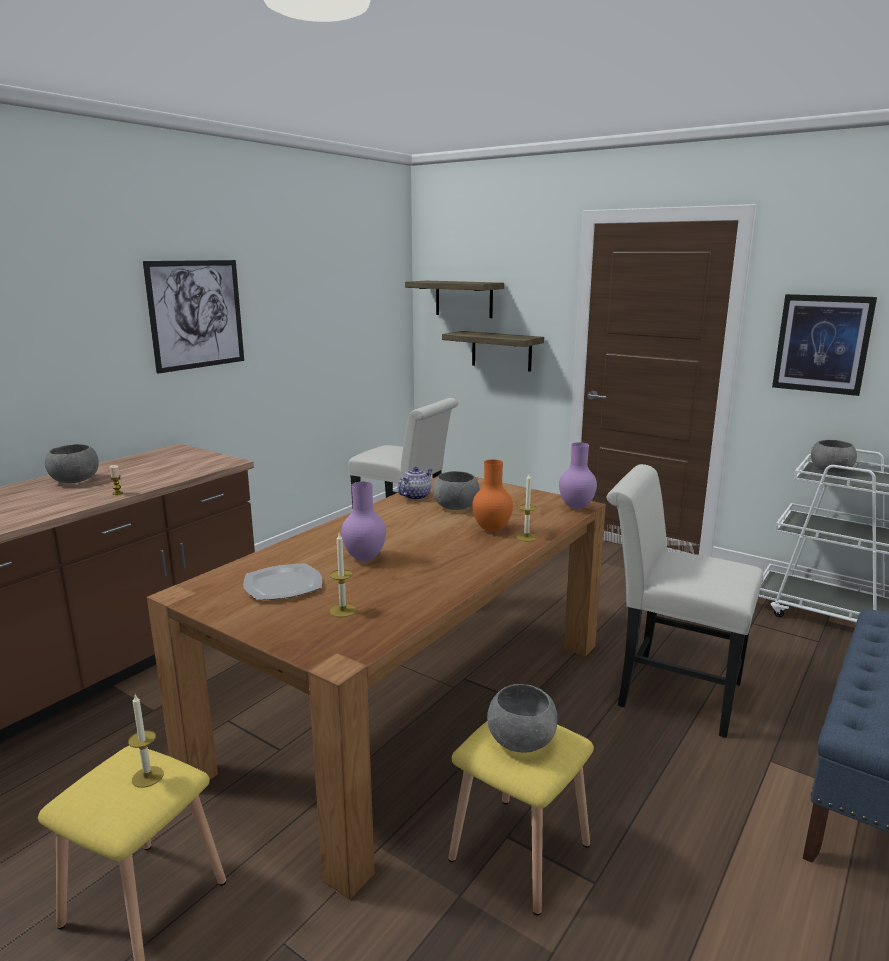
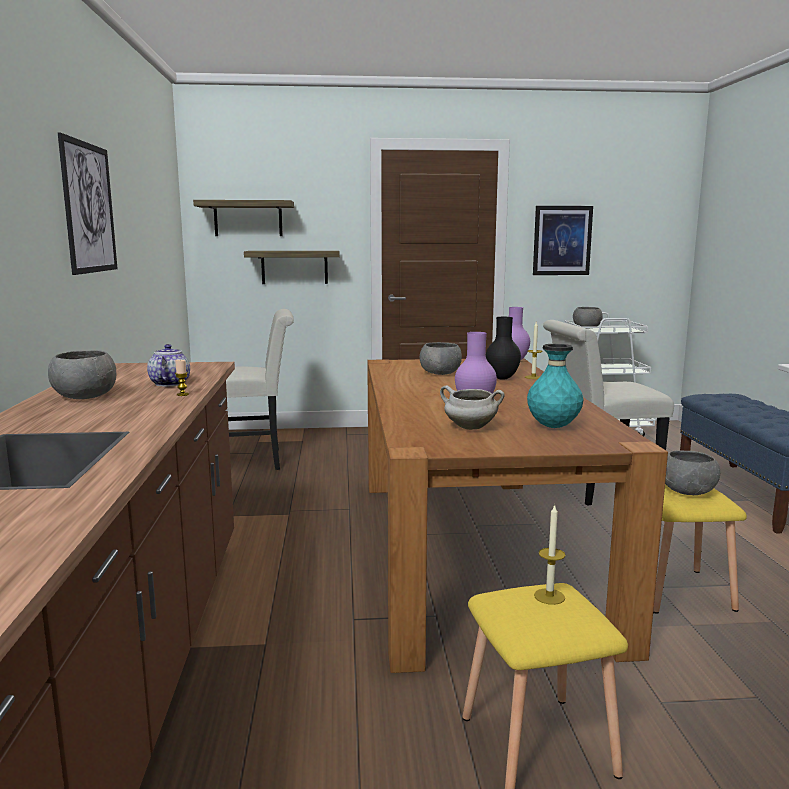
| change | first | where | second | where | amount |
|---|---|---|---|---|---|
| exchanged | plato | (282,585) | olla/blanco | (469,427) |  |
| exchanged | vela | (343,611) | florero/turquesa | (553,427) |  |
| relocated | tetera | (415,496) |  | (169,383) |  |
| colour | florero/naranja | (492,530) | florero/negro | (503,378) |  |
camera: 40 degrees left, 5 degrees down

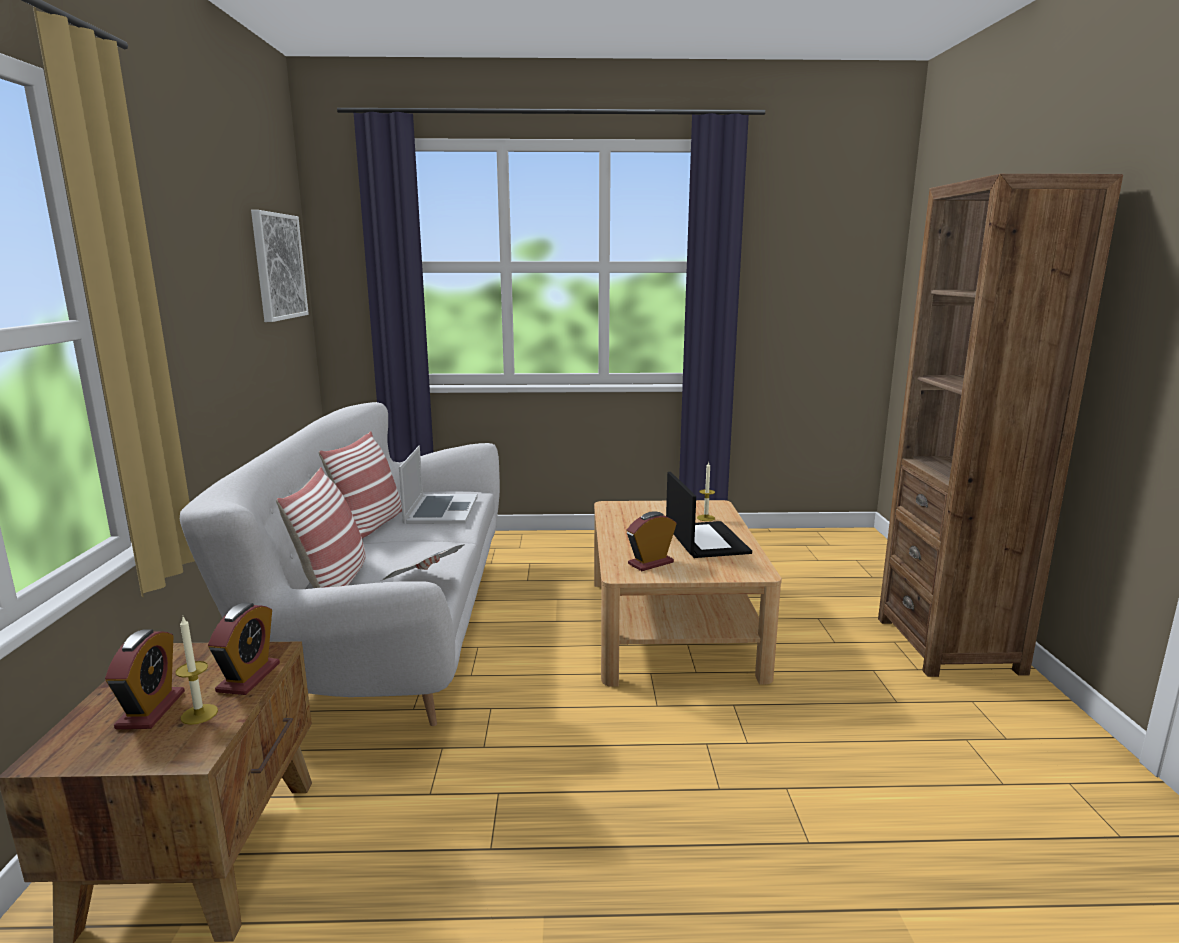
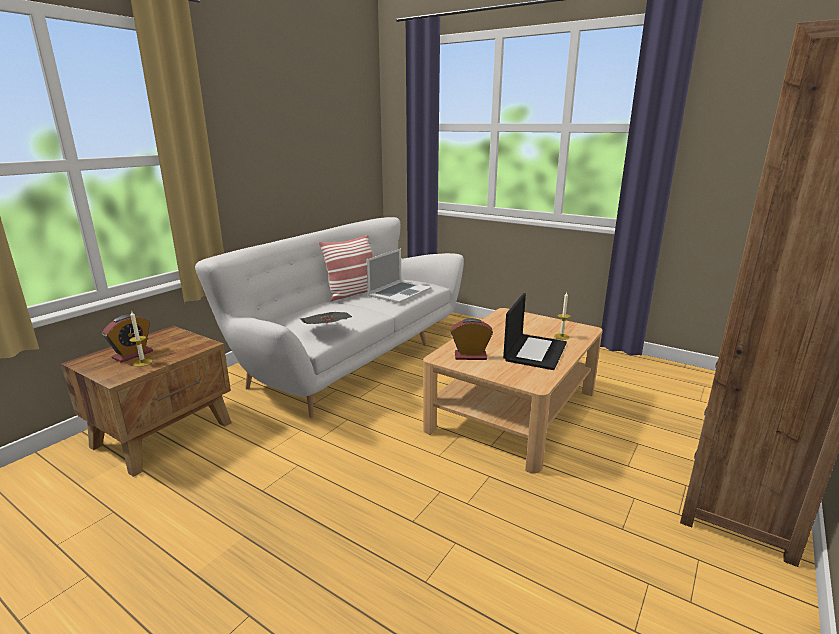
| change | first | where | second | where | amount |
|---|---|---|---|---|---|
| missing | despertador | (248,677) |  |  |  |
| missing | cuadro | (278,266) |  |  |  |
| missing | cojín | (334,582) |  |  |  |
camera: 35 degrees right, 5 degrees up

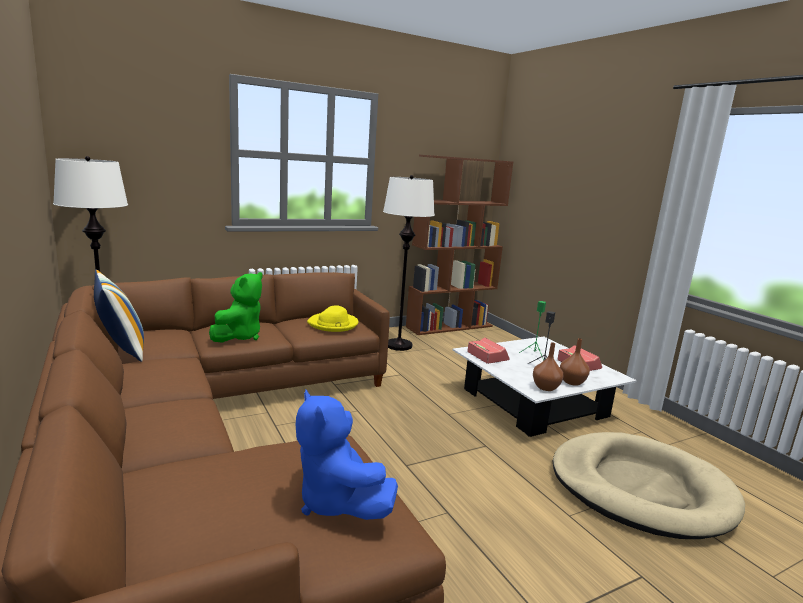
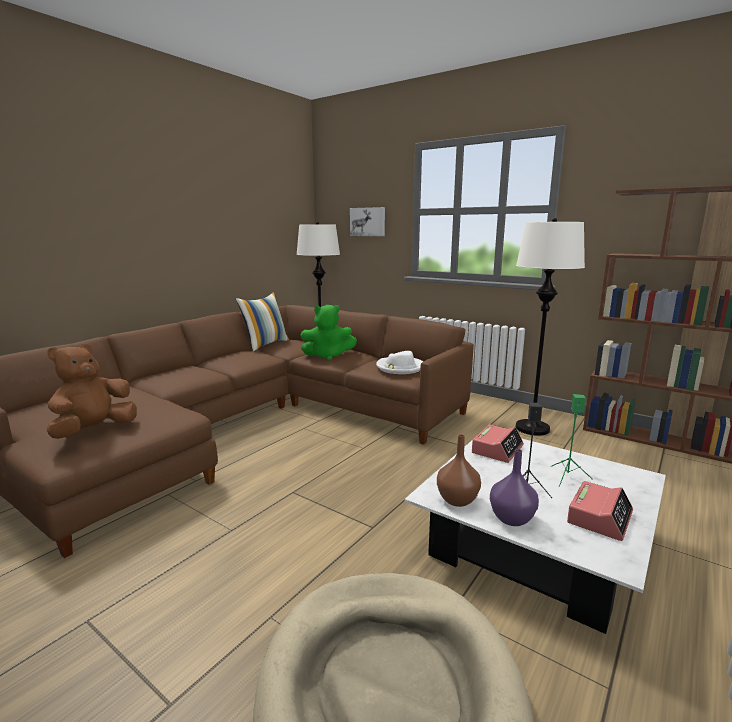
| change | first | where | second | where | amount |
|---|---|---|---|---|---|
| colour | peluche/azul | (337,502) | peluche/marrón | (94,430) |  |
| colour | sombrero/amarillo | (333,324) | sombrero/blanco | (399,367) |  |
| colour | florero/marrón | (572,382) | florero/morado | (512,518) |  |
| appeared |  |  | cuadro | (368,222) |  |
camera: 65 degrees right, 0 degrees up

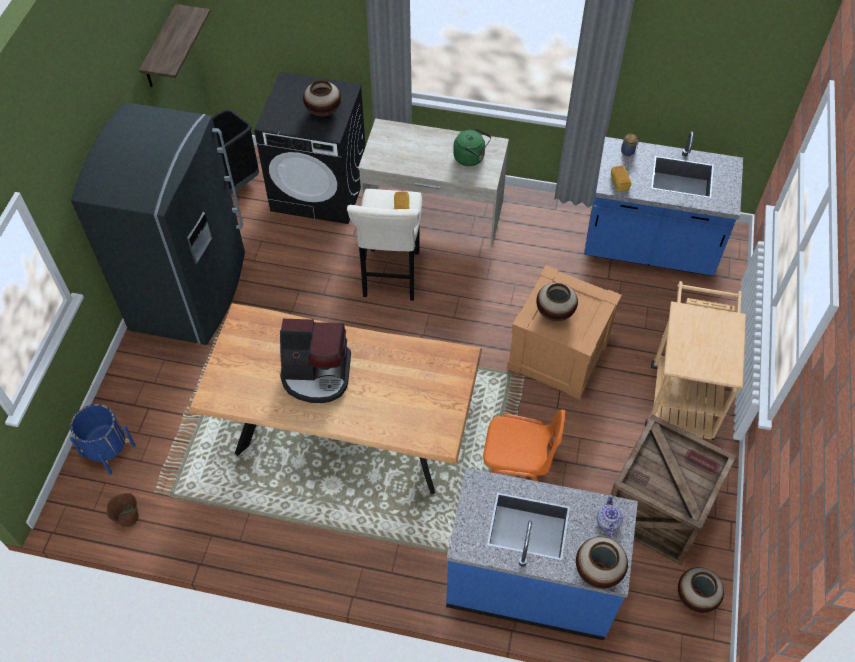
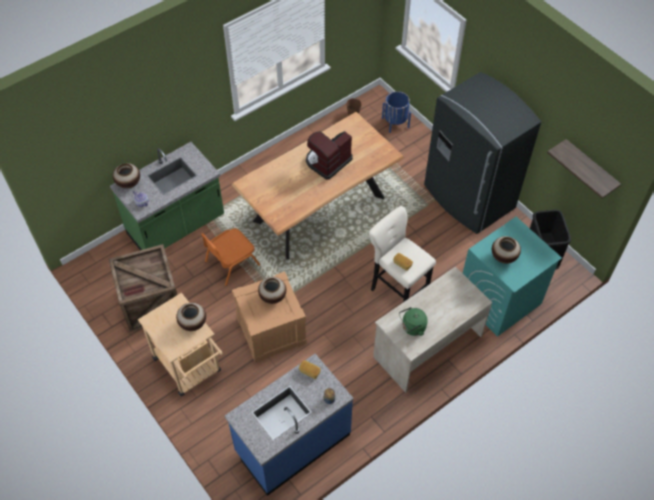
| change | first | where | second | where | amount |
|---|---|---|---|---|---|
| colour | lavadora/negro | (320,189) | lavadora/turquesa | (499,300) |  |
| colour | mueble bajo de cocina/azul | (530,581) | mueble bajo de cocina/verde | (176,226) |  |
| relocated | florero | (695,597) |  | (193,323) |  |
camera: 130 degrees right, 0 degrees up

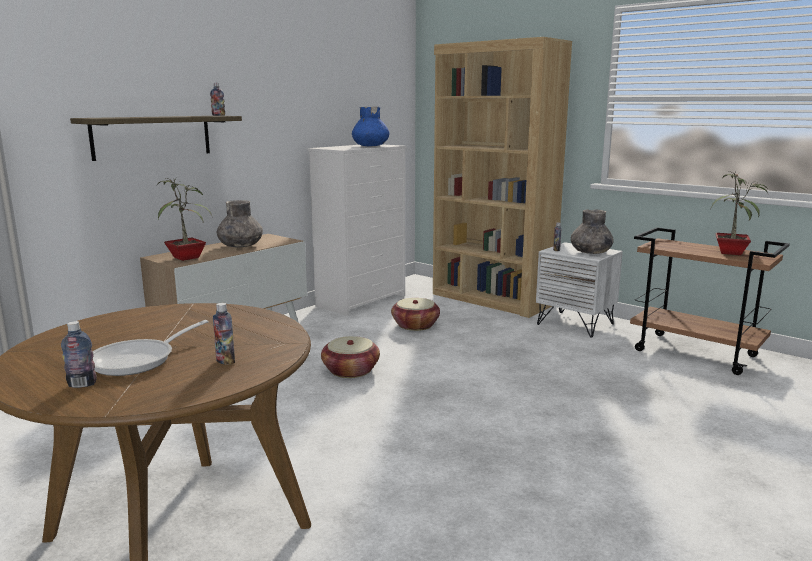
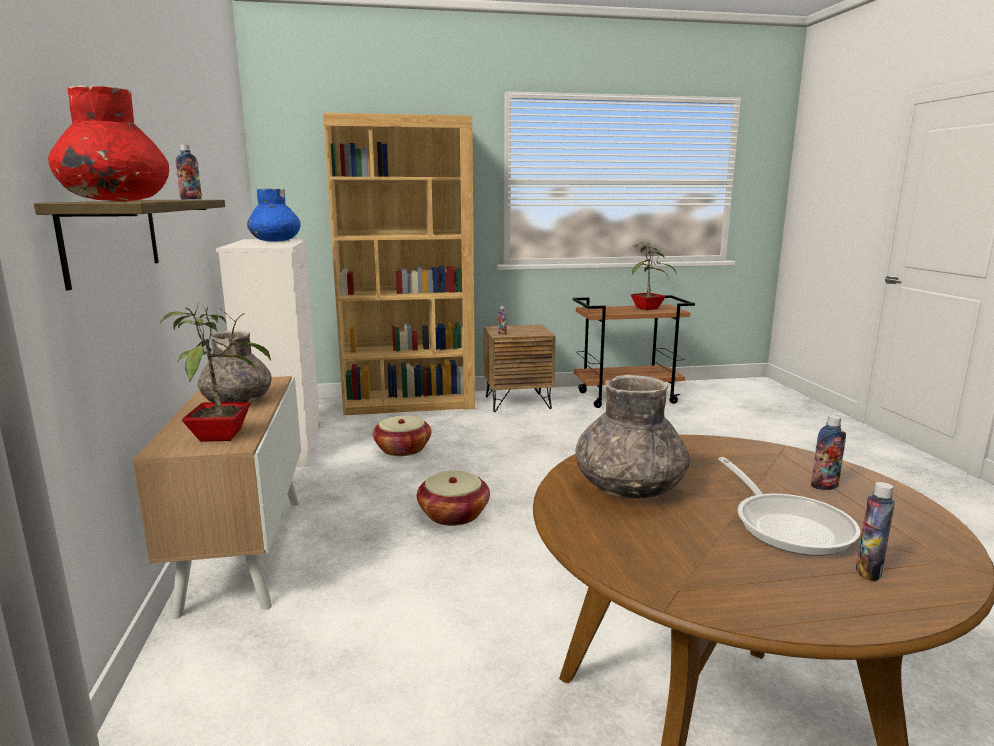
| change | first | where | second | where | amount |
|---|---|---|---|---|---|
| colour | mesita de noche/blanco | (575,324) | mesita de noche/marrón | (517,402) |  |
| relocated | florero/gris | (590,252) |  | (629,489) |  |
| appeared |  |  | florero/rojo | (116,201) |  |
camera: 50 degrees left, 0 degrees up

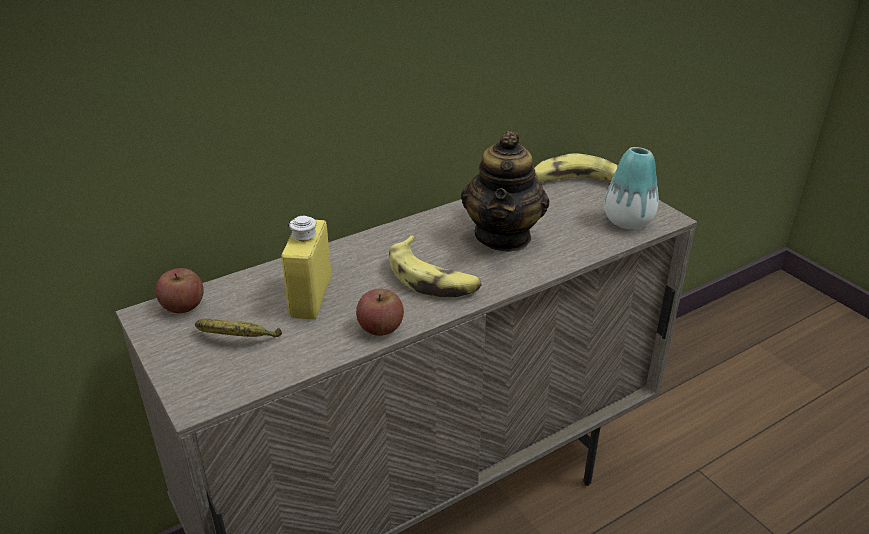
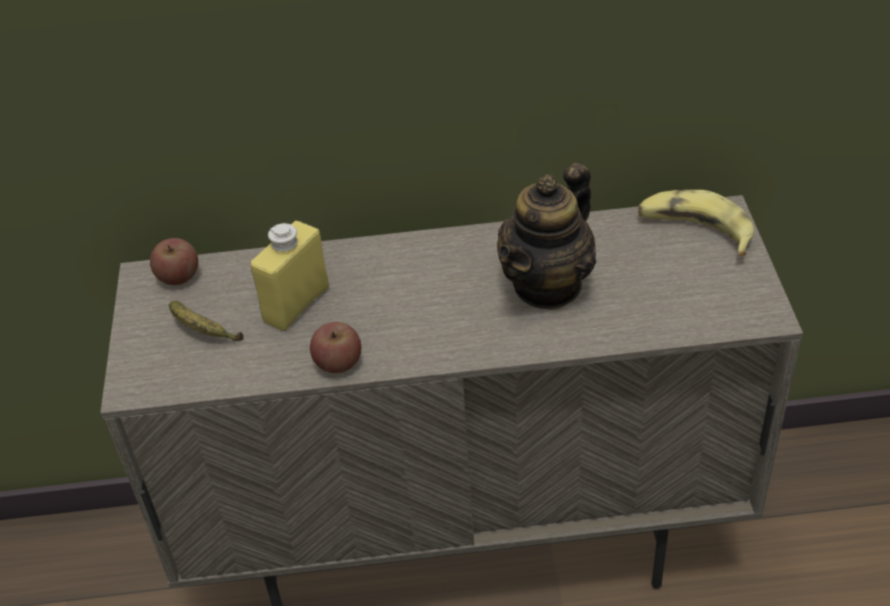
| change | first | where | second | where | amount |
|---|---|---|---|---|---|
| missing | plátano | (433,278) |  |  |  |
| missing | florero | (628,221) |  |  |  |
camera: 30 degrees right, 10 degrees up

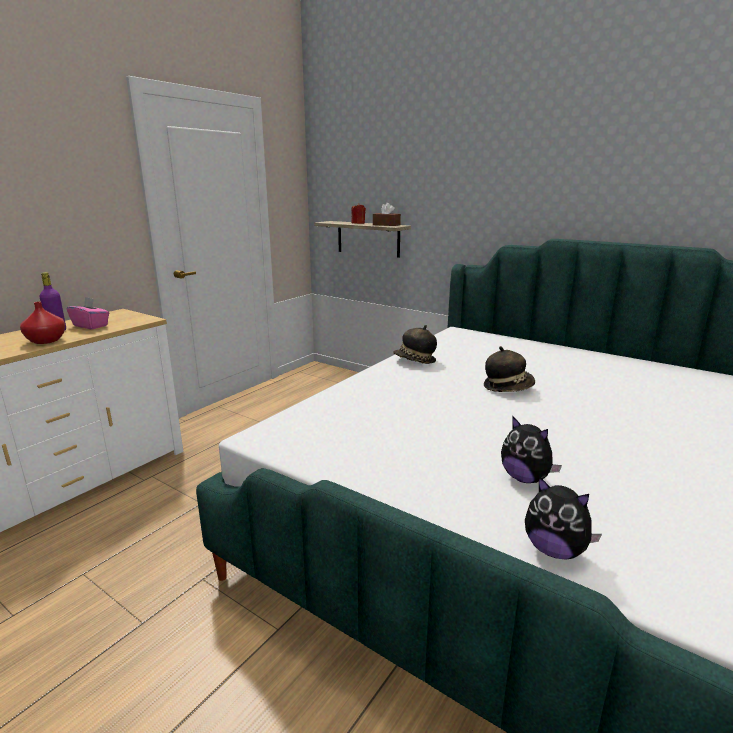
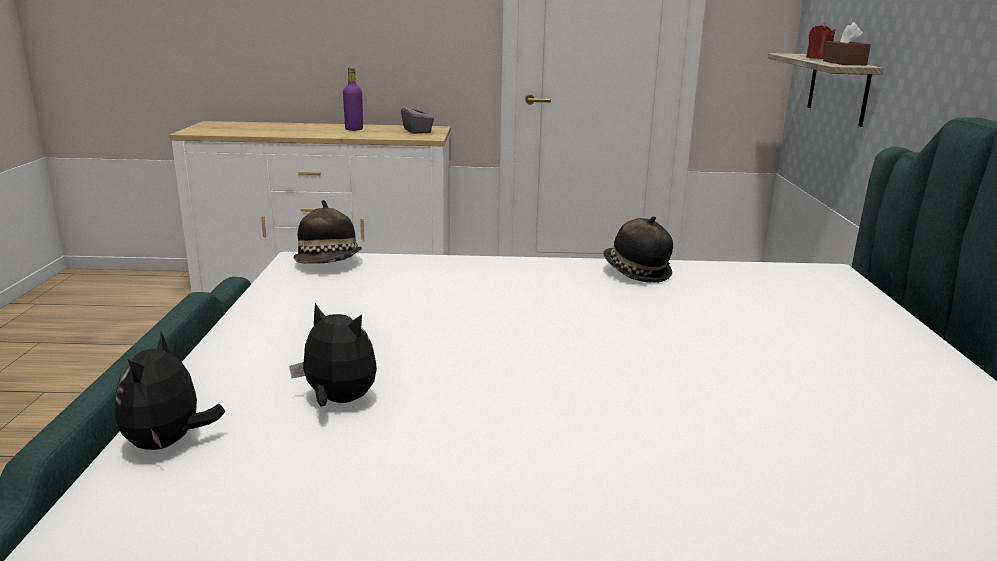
| change | first | where | second | where | amount |
|---|---|---|---|---|---|
| missing | florero/rojo | (47,341) |  |  |  |
| missing | caja de pañuelos/rosa | (91,326) |  |  |  |
| relocated | sombrero | (507,387) |  | (329,263) |  |
| spun | peluche | (525,478) |  | (338,401) | 105 degrees clockwise |
| appeared |  |  | caja de pañuelos/gris | (417,131) |  |
camera: 55 degrees right, 0 degrees up

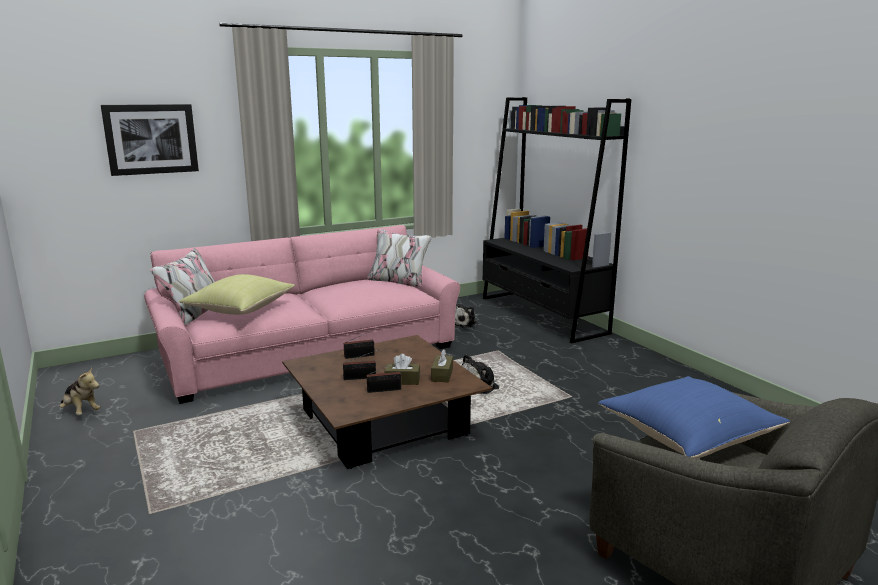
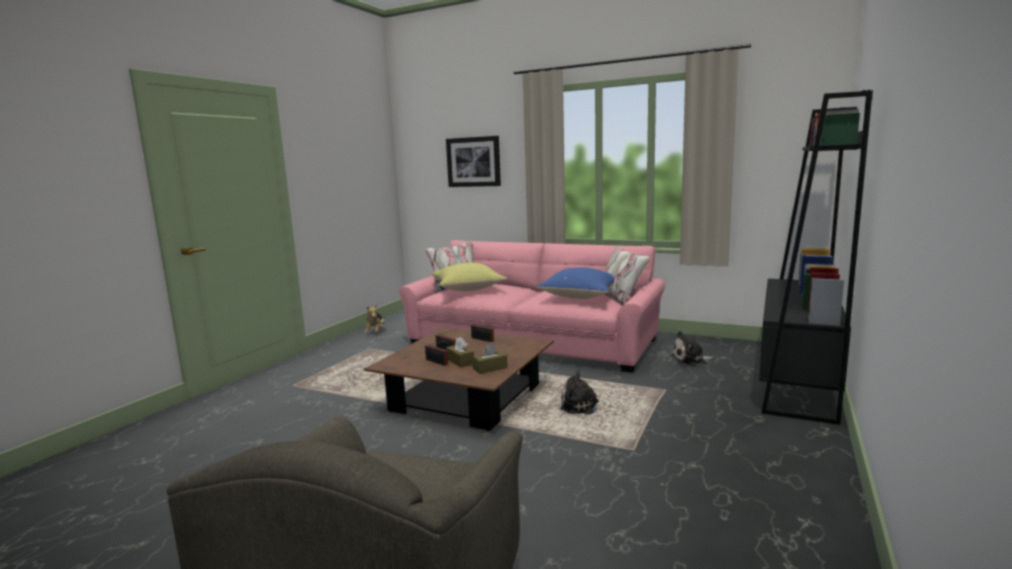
| change | first | where | second | where | amount |
|---|---|---|---|---|---|
| relocated | cojín/azul | (687,437) |  | (582,297) |  |
camera: 55 degrees right, 5 degrees down

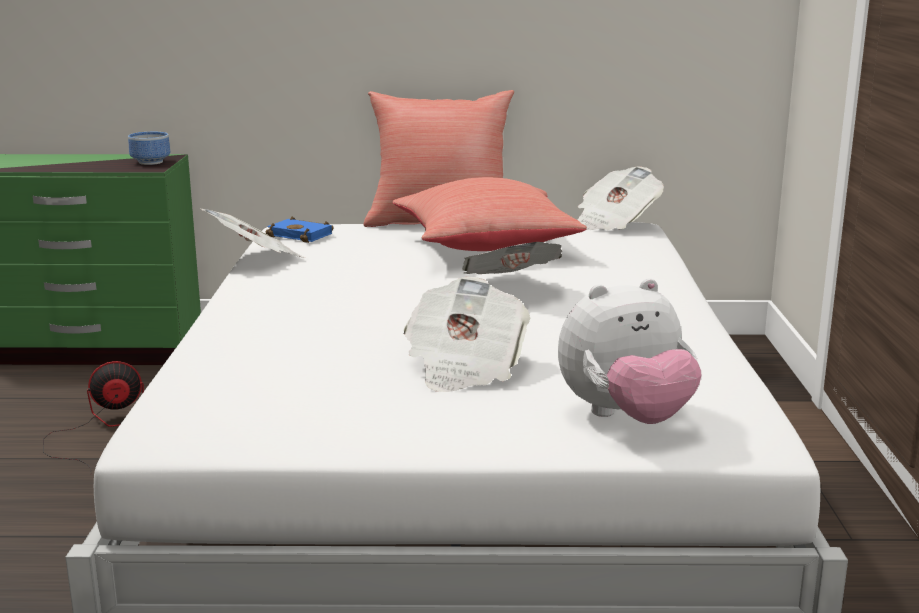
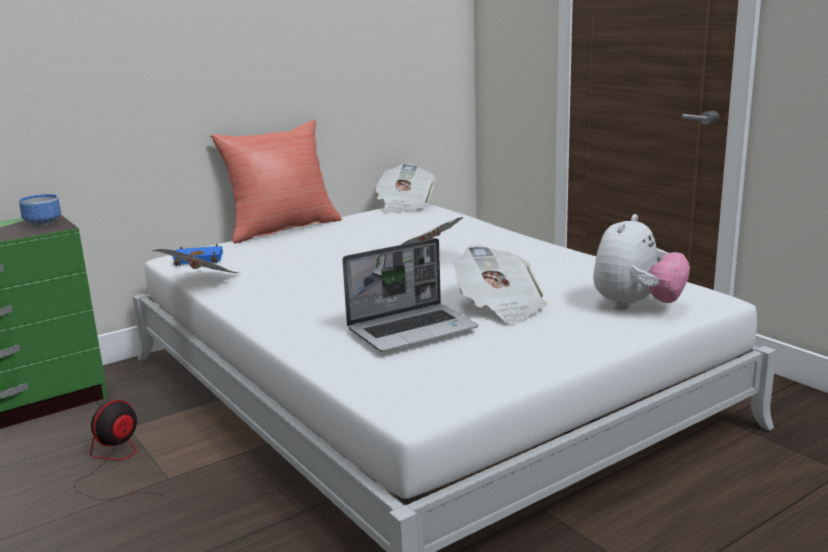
| change | first | where | second | where | amount |
|---|---|---|---|---|---|
| missing | cojín/rojo | (487,247) |  |  |  |
| appeared |  |  | portátil | (413,329) |  |
camera: 35 degrees left, 0 degrees up

